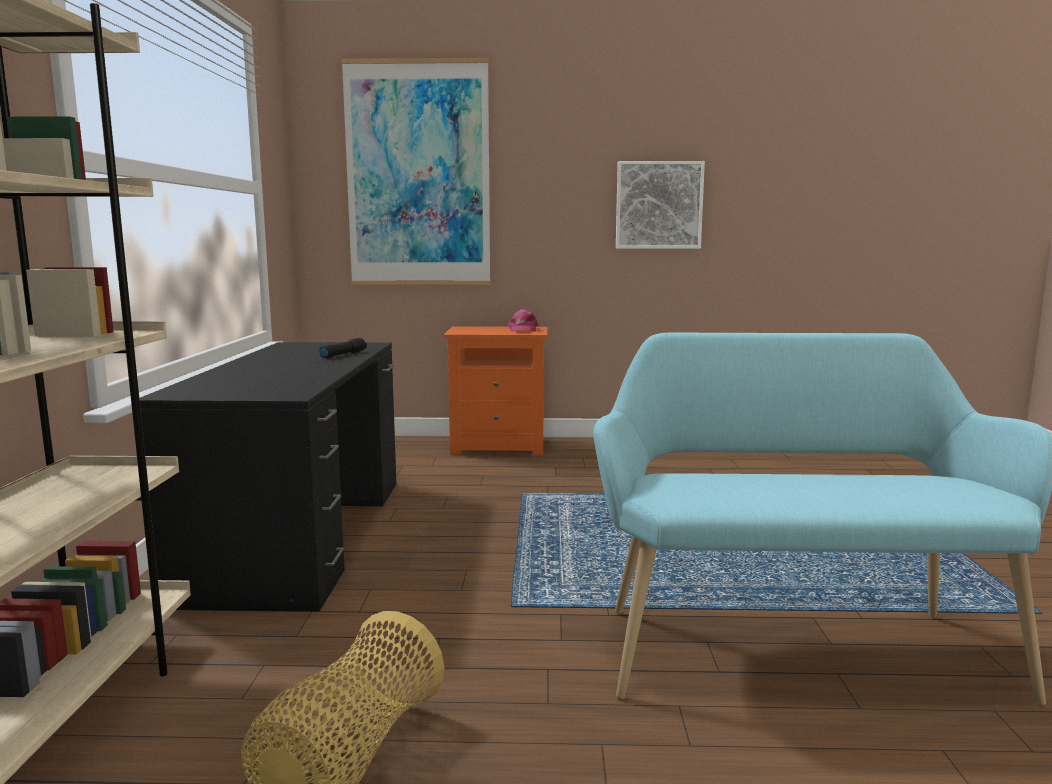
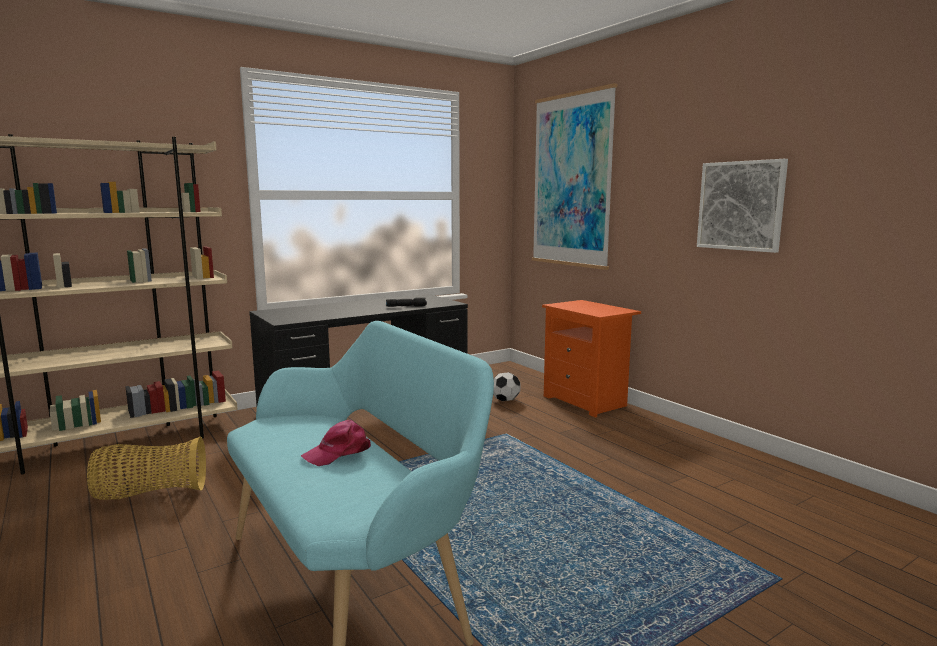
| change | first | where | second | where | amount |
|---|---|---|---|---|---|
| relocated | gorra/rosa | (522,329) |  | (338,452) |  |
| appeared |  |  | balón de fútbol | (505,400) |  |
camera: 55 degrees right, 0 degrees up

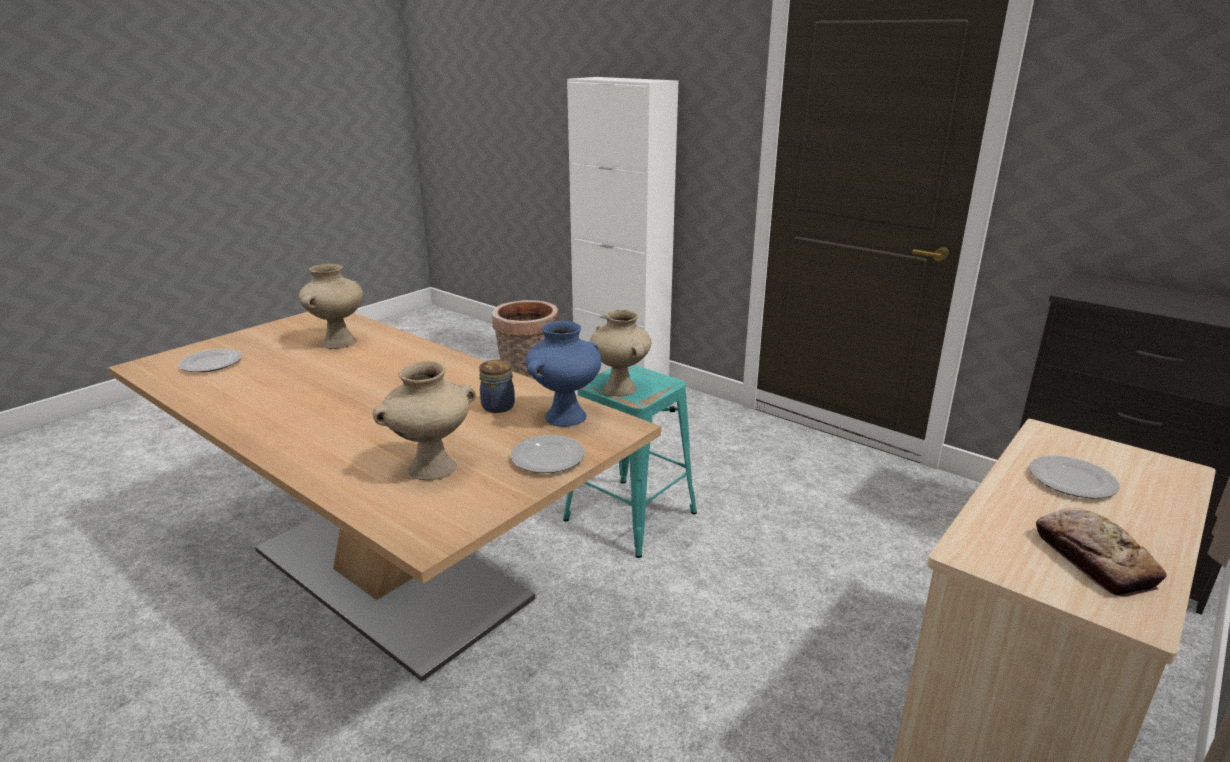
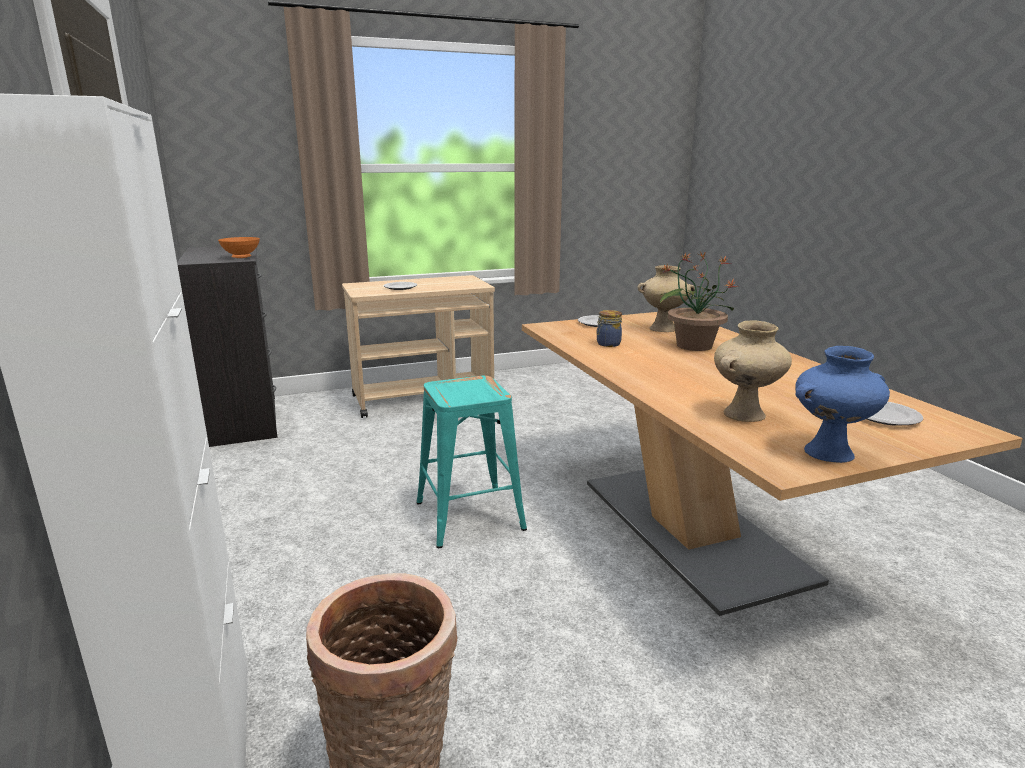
| change | first | where | second | where | amount |
|---|---|---|---|---|---|
| relocated | florero/azul | (565,416) |  | (828,453) |  |
| missing | florero/beis | (621,389) |  |  |  |
| missing | pan | (1093,560) |  |  |  |
| appeared |  |  | cuenco/naranja | (240,258) |  |
| appeared |  |  | planta en maceta | (693,345) |  |
camera: 150 degrees left, 5 degrees down

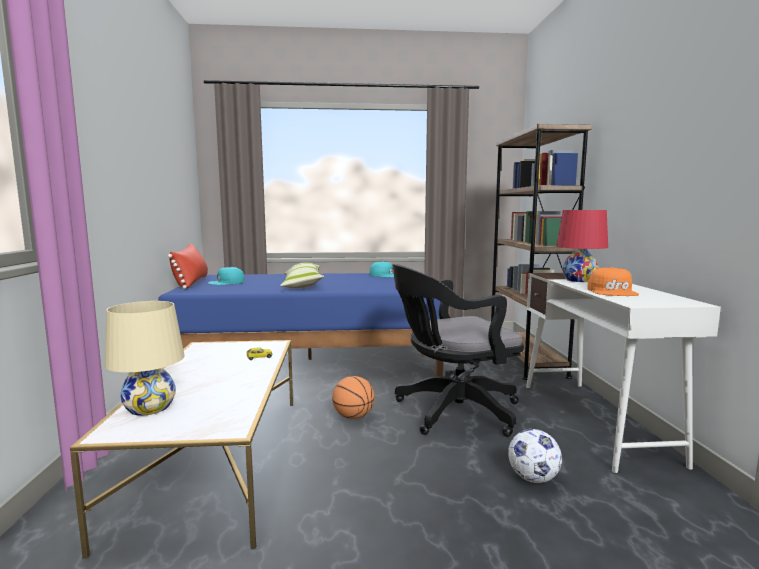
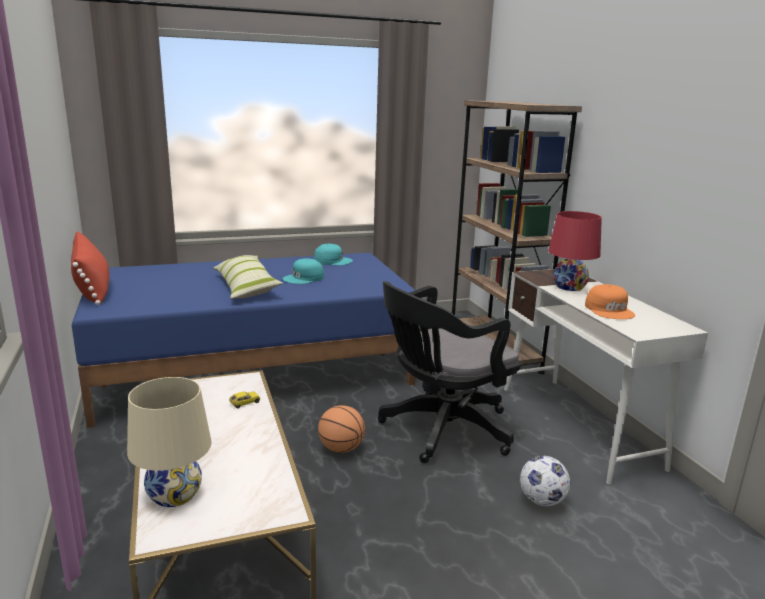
| change | first | where | second | where | amount |
|---|---|---|---|---|---|
| relocated | gorra/turquesa | (227,282) |  | (304,278) |  |
camera: 15 degrees left, 10 degrees up

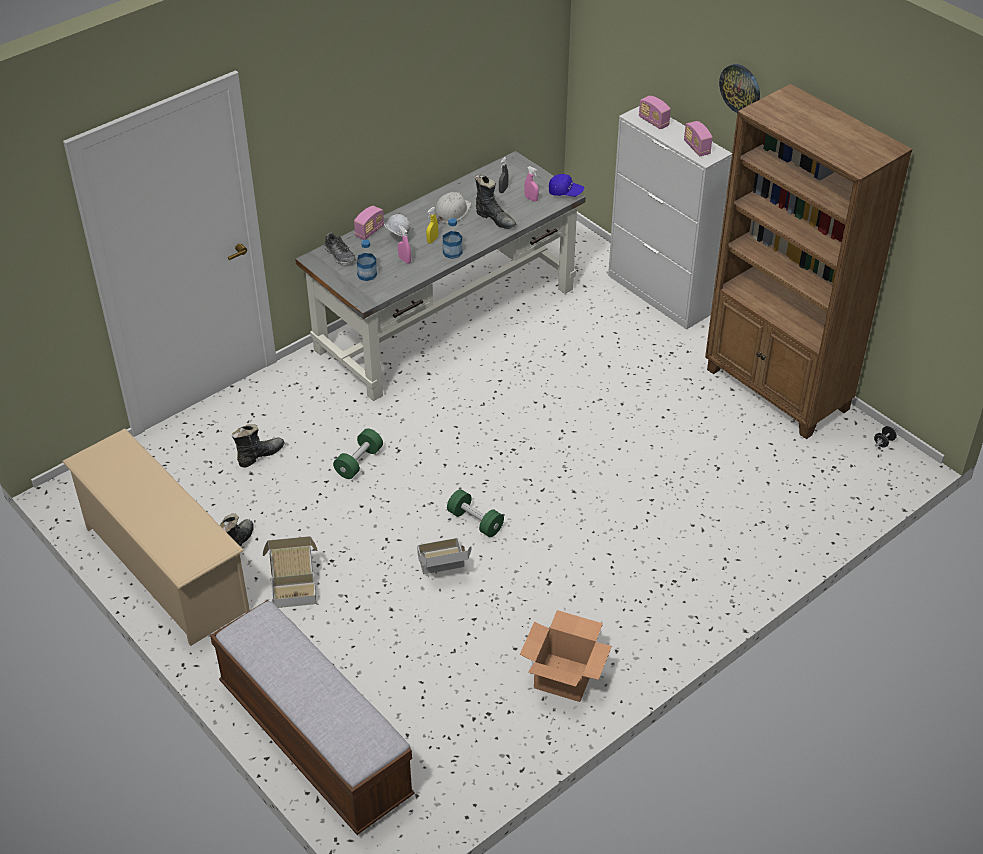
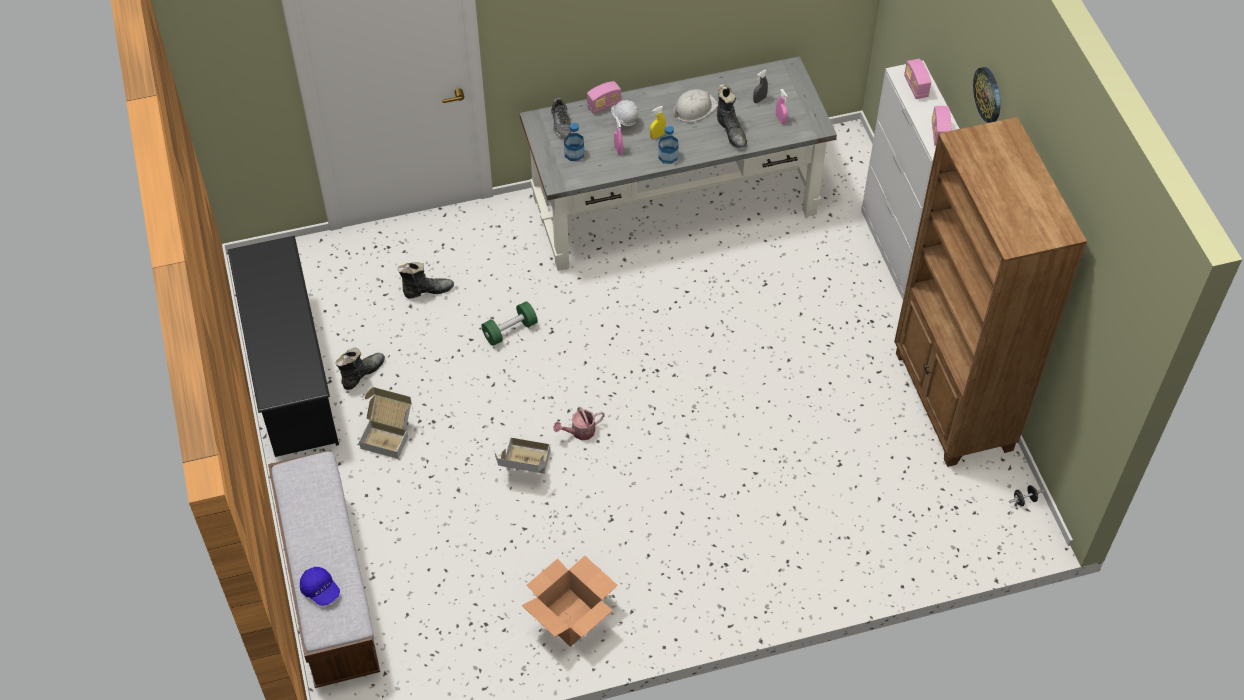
| change | first | where | second | where | amount |
|---|---|---|---|---|---|
| colour | zapatero/beis | (165,569) | zapatero/negro | (291,374) |  |
| exchanged | mancuerna/verde | (475,521) | regadera | (580,432) |  |
| relocated | gorra/azul | (565,192) |  | (320,590) |  |
camera: 25 degrees right, 10 degrees up

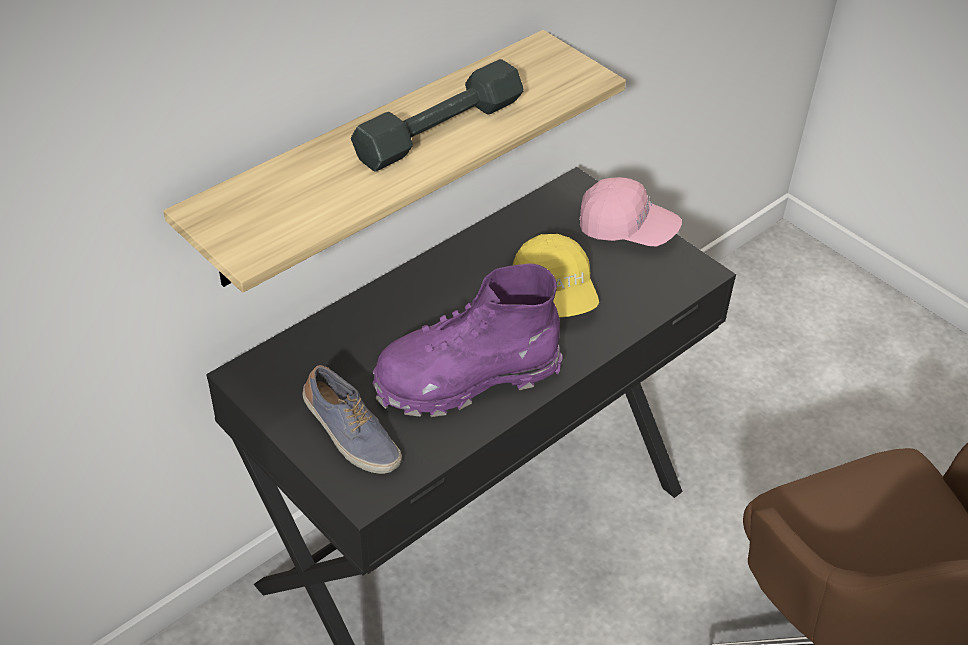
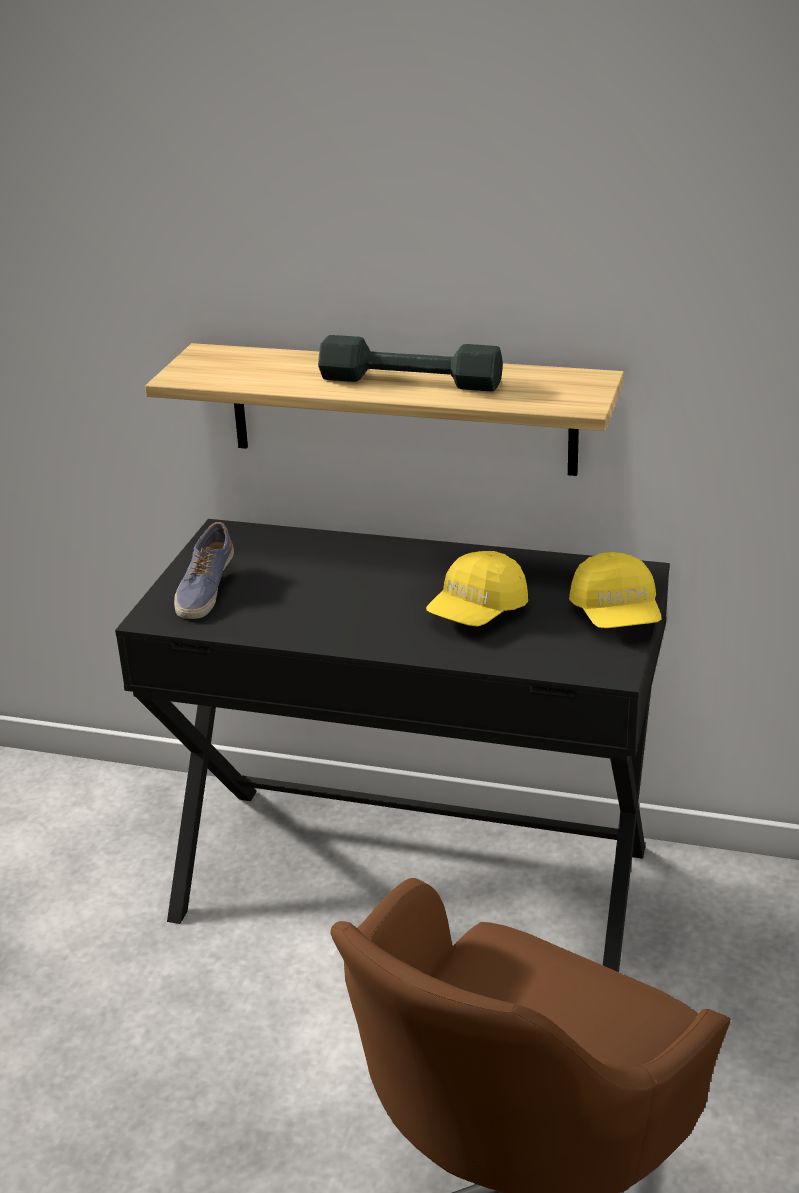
| change | first | where | second | where | amount |
|---|---|---|---|---|---|
| missing | bota/morado | (465,379) |  |  |  |
| colour | gorra/rosa | (627,229) | gorra/amarillo | (616,615) |  |
camera: 60 degrees right, 15 degrees down

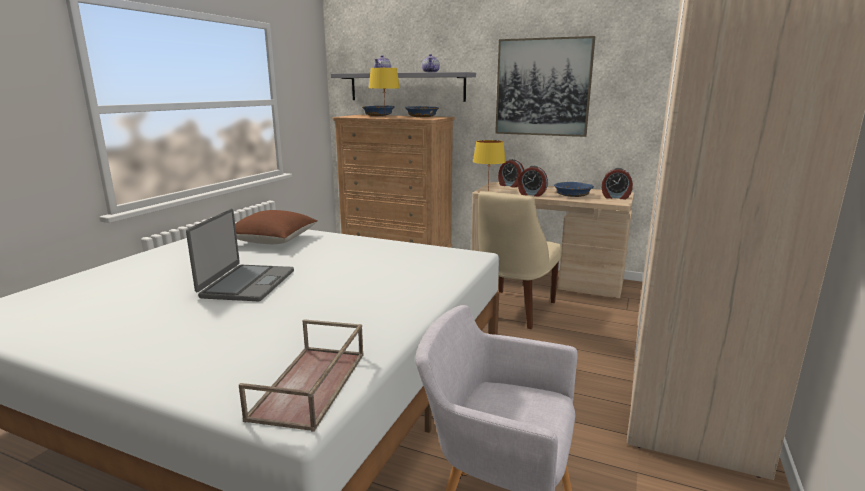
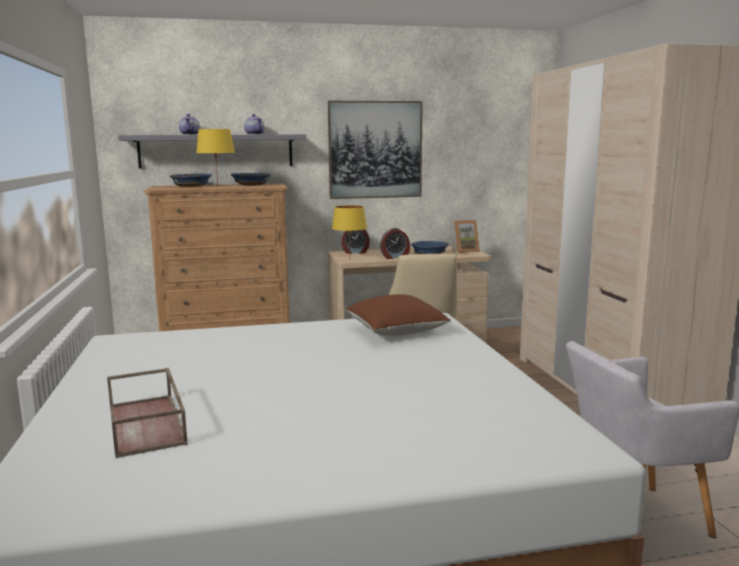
| change | first | where | second | where | amount |
|---|---|---|---|---|---|
| missing | portátil | (247,284) |  |  |  |
| relocated | cojín/marrón | (273,241) |  | (396,331) |  |
| relocated | bandeja/marrón | (310,385) |  | (148,425) |  |
| exchanged | despertador | (615,197) | portarretratos | (465,251) |  |
camera: 35 degrees left, 5 degrees down

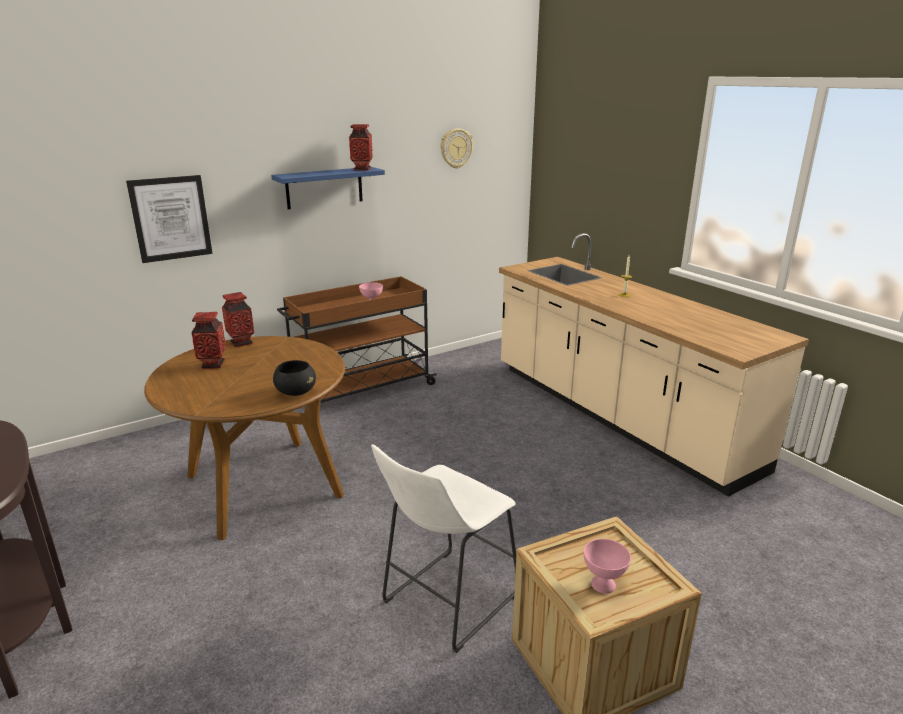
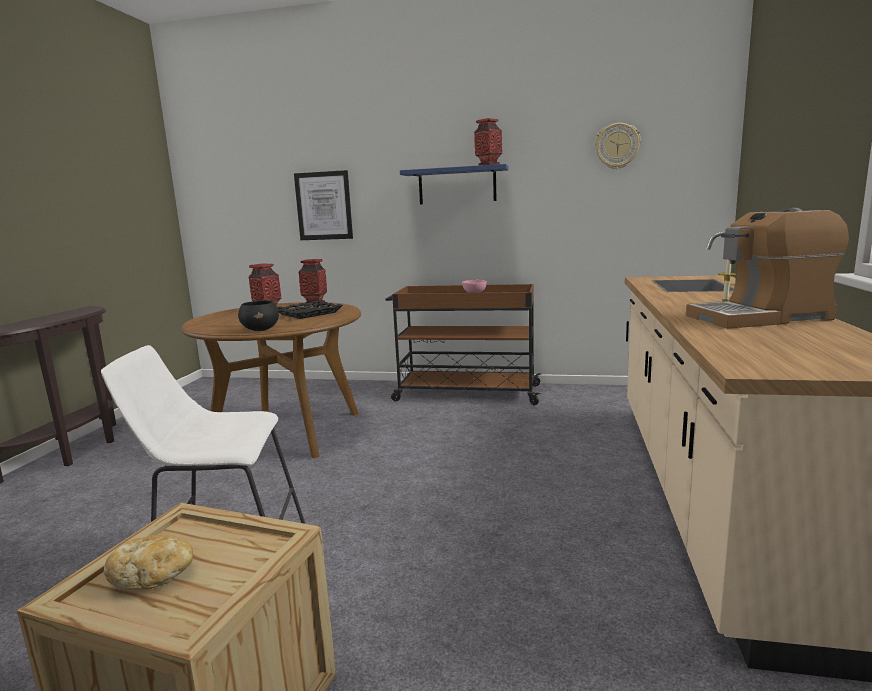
| change | first | where | second | where | amount |
|---|---|---|---|---|---|
| exchanged | cuenco/rosa | (602,584) | pan | (154,577) |  |
| appeared |  |  | bandeja/negro | (308,313) |  |
| appeared |  |  | cafetera | (760,317) |  |
camera: 45 degrees right, 10 degrees down

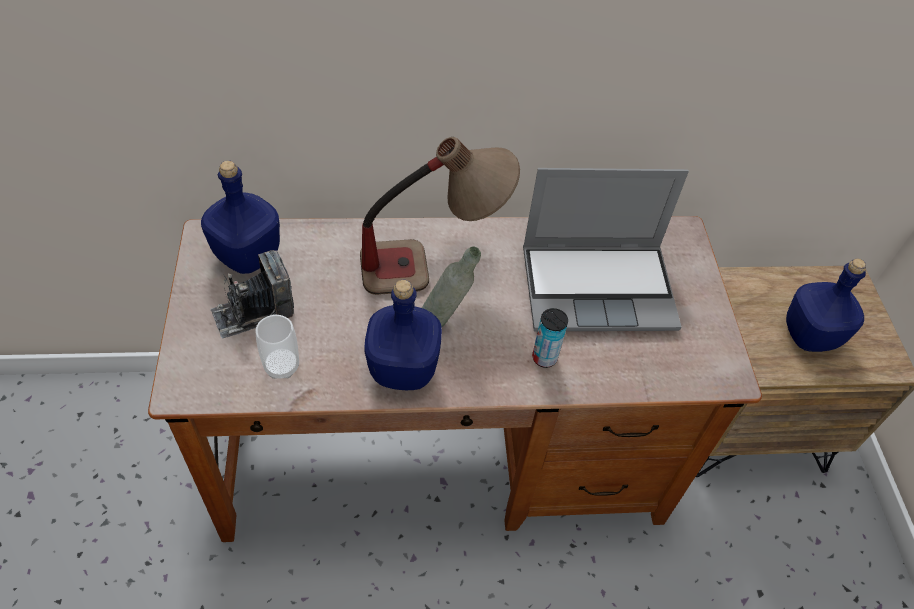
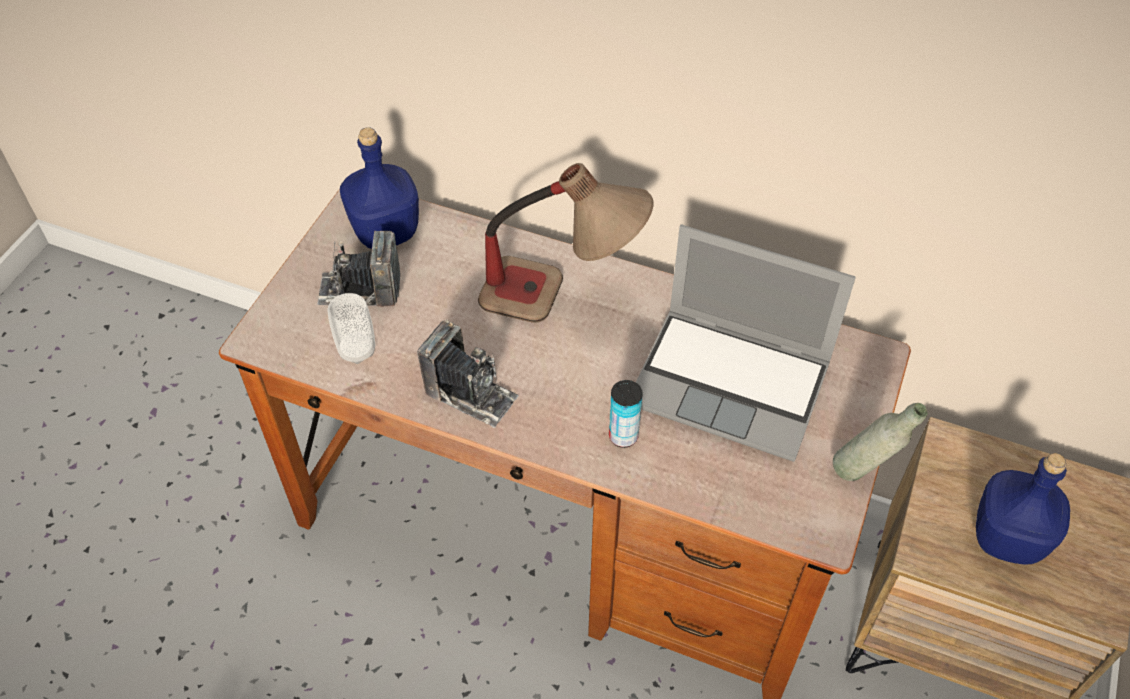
| change | first | where | second | where | amount |
|---|---|---|---|---|---|
| exchanged | botella/azul | (403,368) | cámara | (470,394) |  |
| relocated | botella/gris | (446,321) |  | (863,475) |  |
camera: 30 degrees right, 0 degrees up

